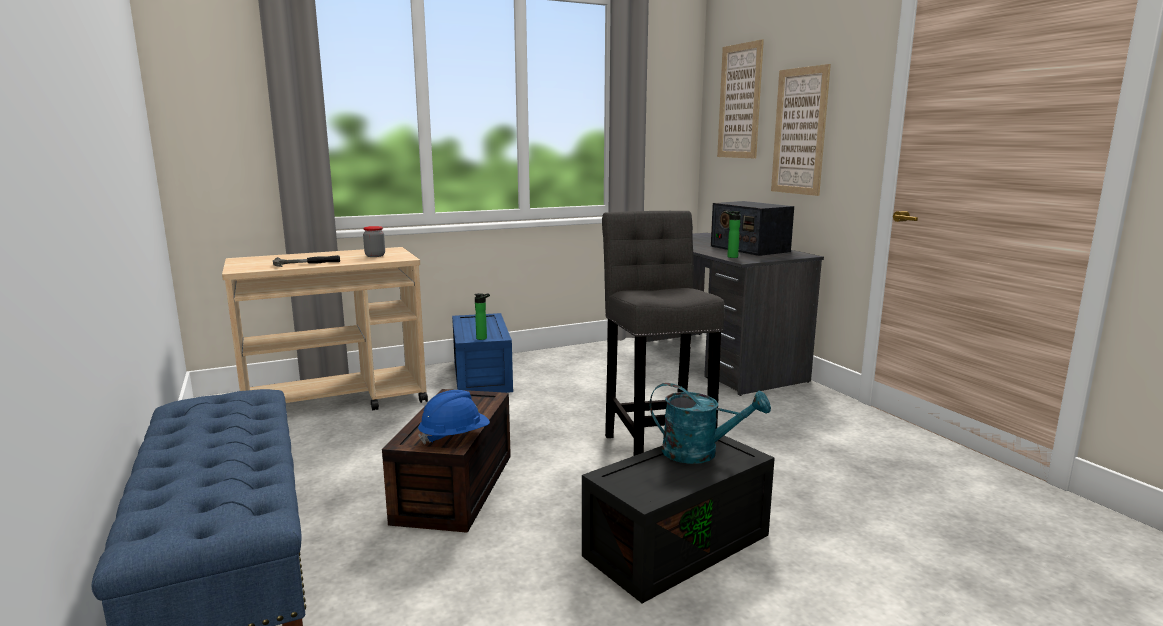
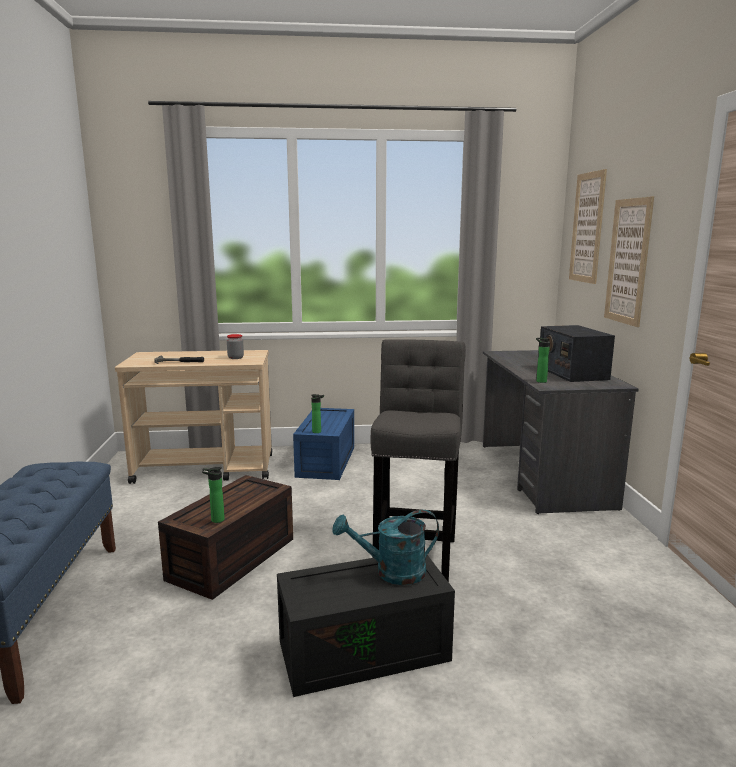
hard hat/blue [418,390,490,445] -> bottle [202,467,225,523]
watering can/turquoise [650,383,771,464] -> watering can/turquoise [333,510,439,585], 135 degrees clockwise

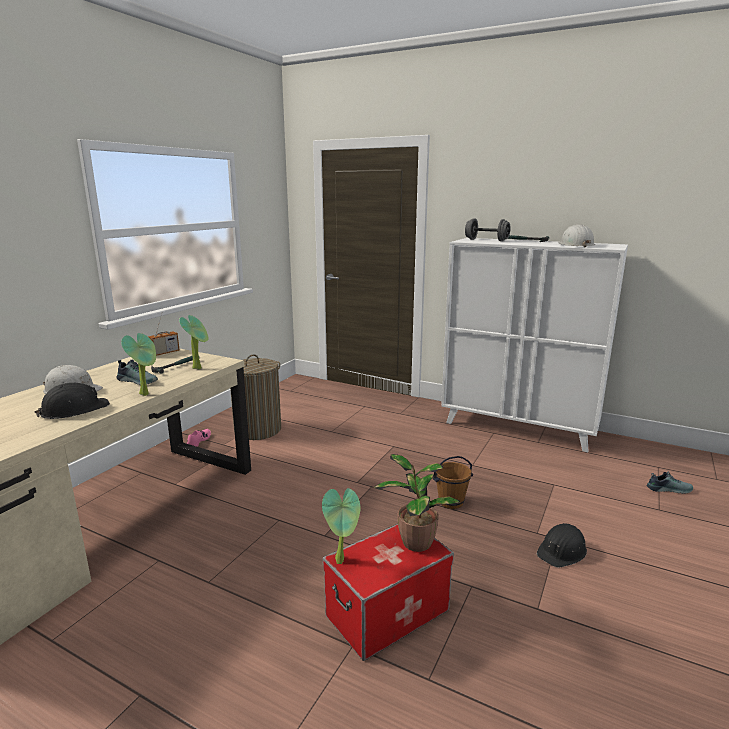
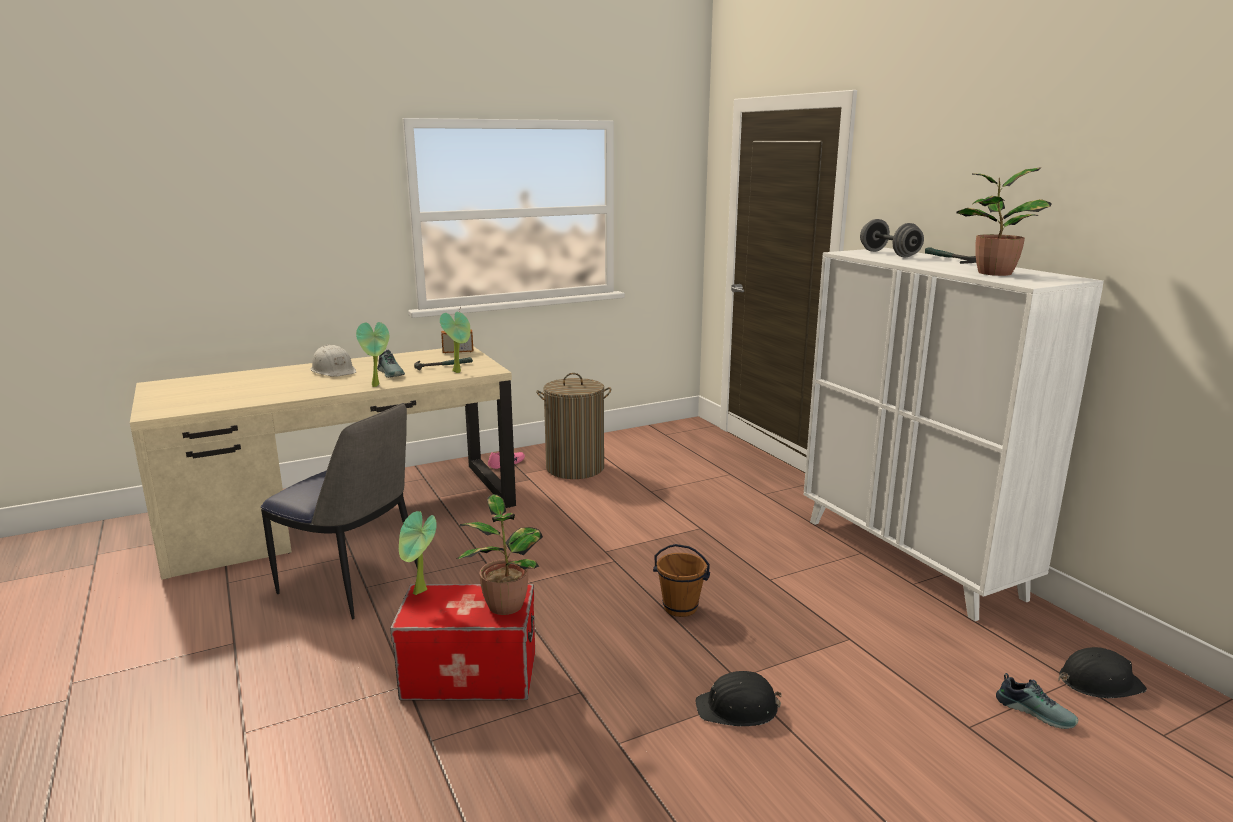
hard hat/black [34,383,110,419] -> hard hat/black [1059,647,1147,698], shifted
hard hat/white [558,224,595,247] -> potted plant [957,167,1052,276]
none -> chair [261,403,418,619]

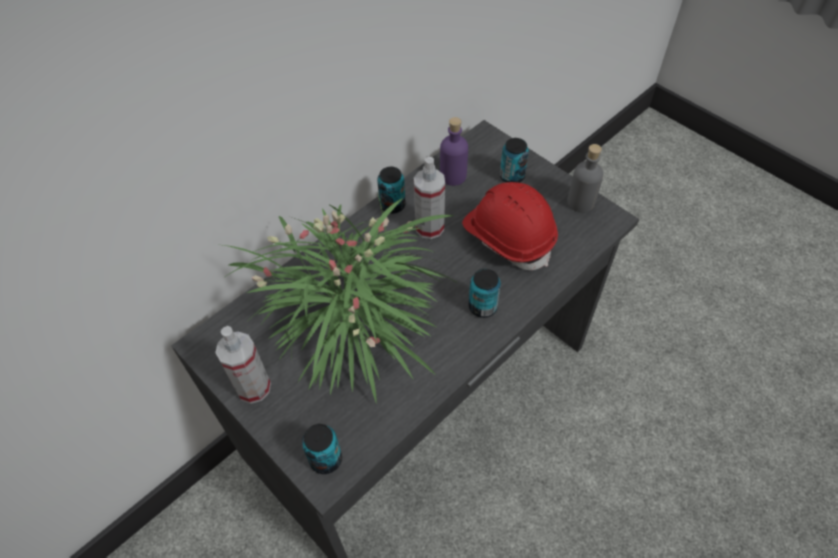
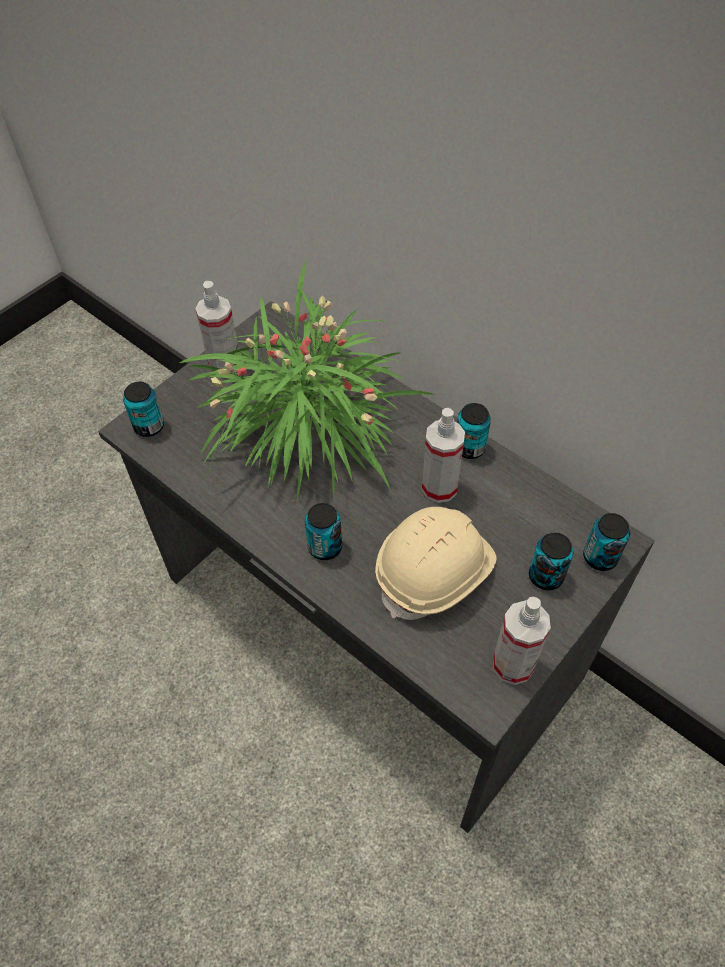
bottle/purple [440,117,468,186] -> none
hard hat/red [462,182,558,270] -> hard hat/beige [375,507,496,620]
bottle/grey [567,144,604,212] -> spray bottle [493,597,551,685]
none -> can [583,513,630,571]

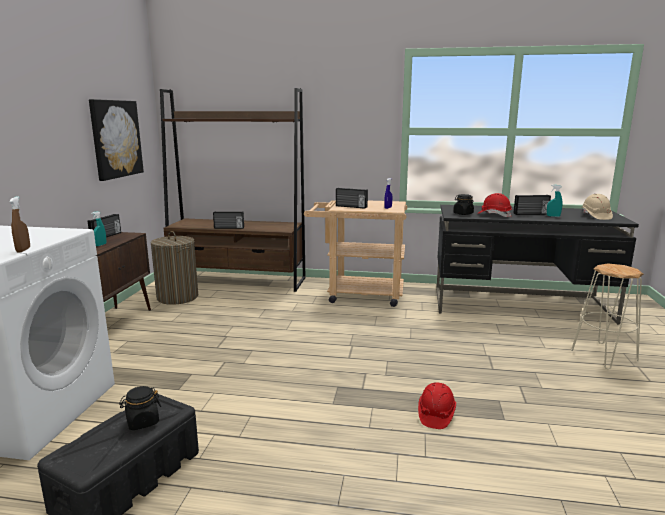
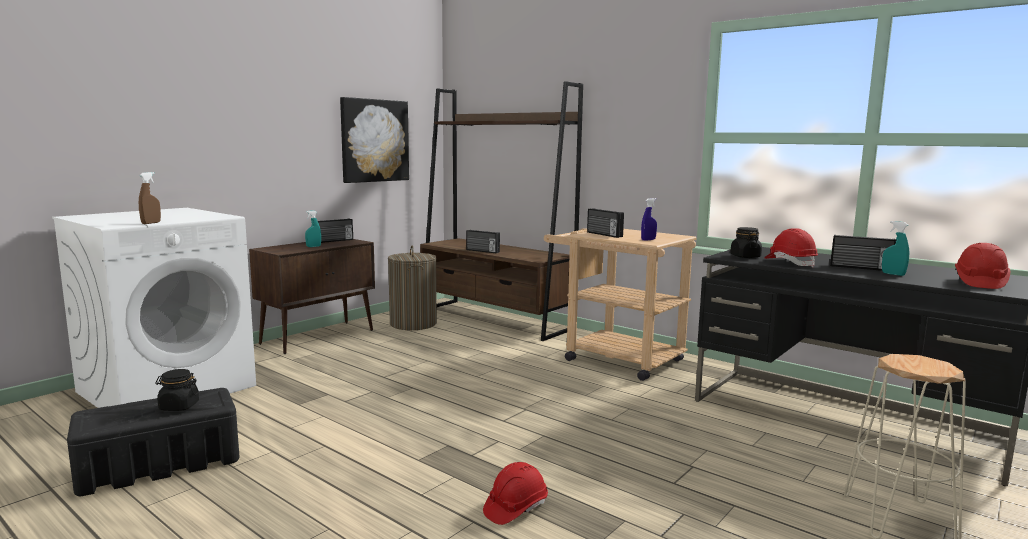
hard hat/beige [581,194,613,220] -> hard hat/red [955,243,1010,289]

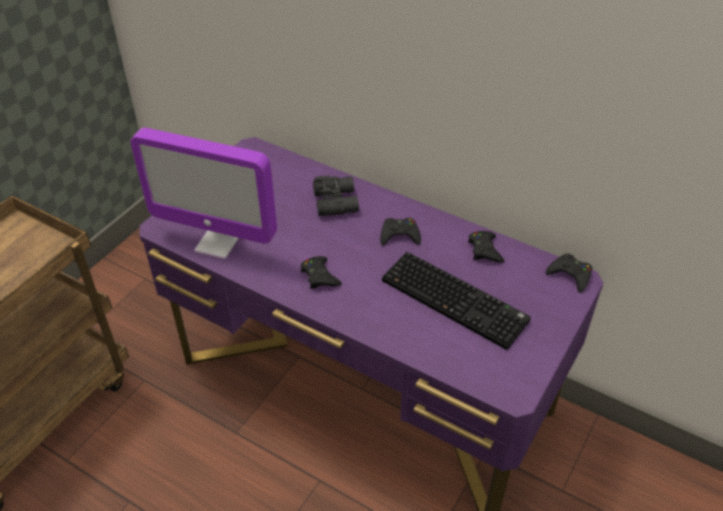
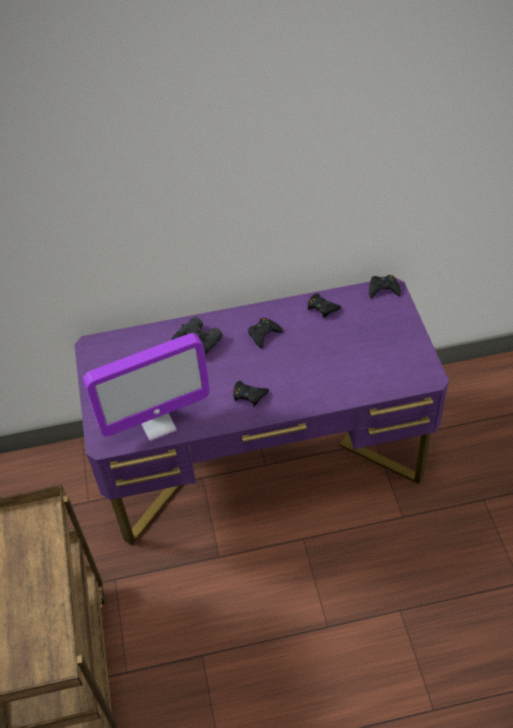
keyboard [382,252,531,350] -> none

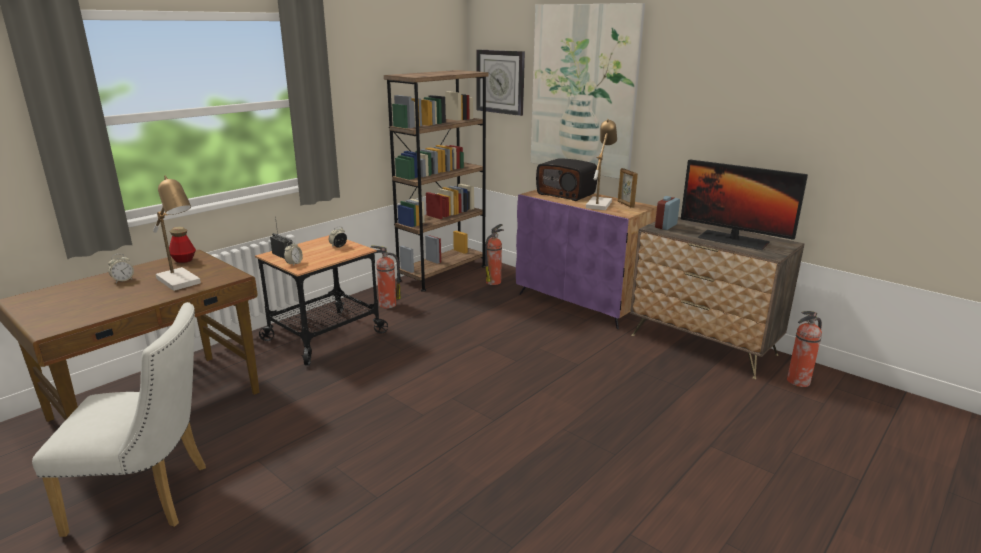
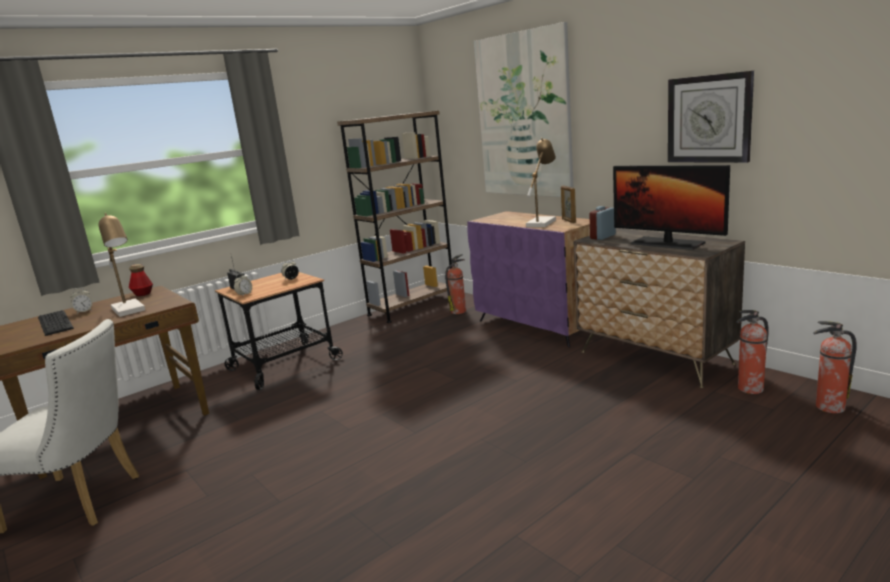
fire extinguisher [371,246,401,309] -> fire extinguisher [813,321,857,413], shifted
wall clock [476,50,525,116] -> wall clock [668,71,754,163], shifted
radio [536,159,597,201] -> none
none -> keyboard [38,310,74,336]

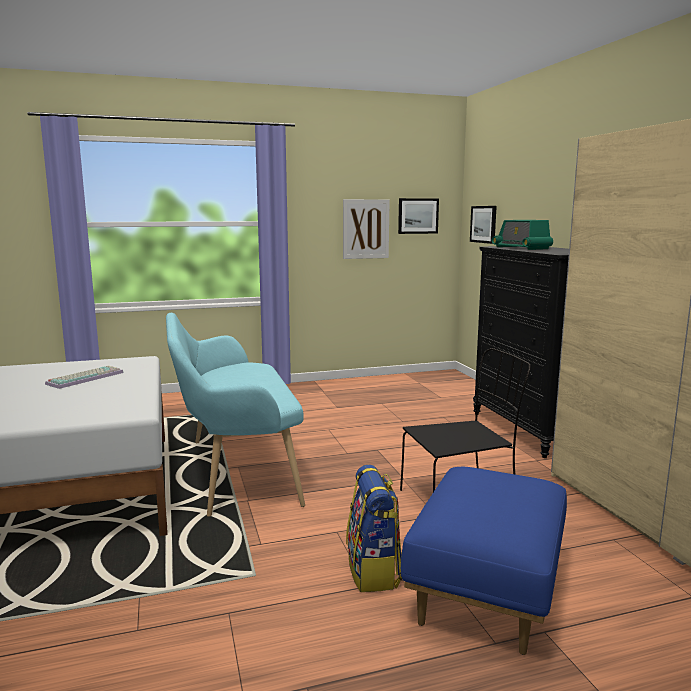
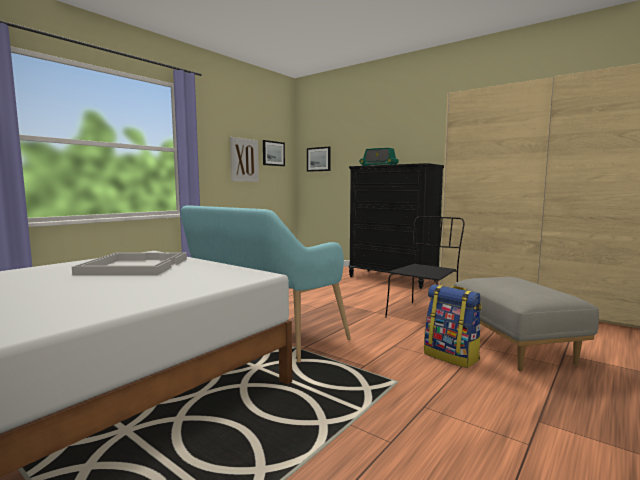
keyboard [45,366,124,389] -> tray/white [72,253,187,275]
ottoman/blue [401,467,567,655] -> ottoman/grey [454,277,599,372]

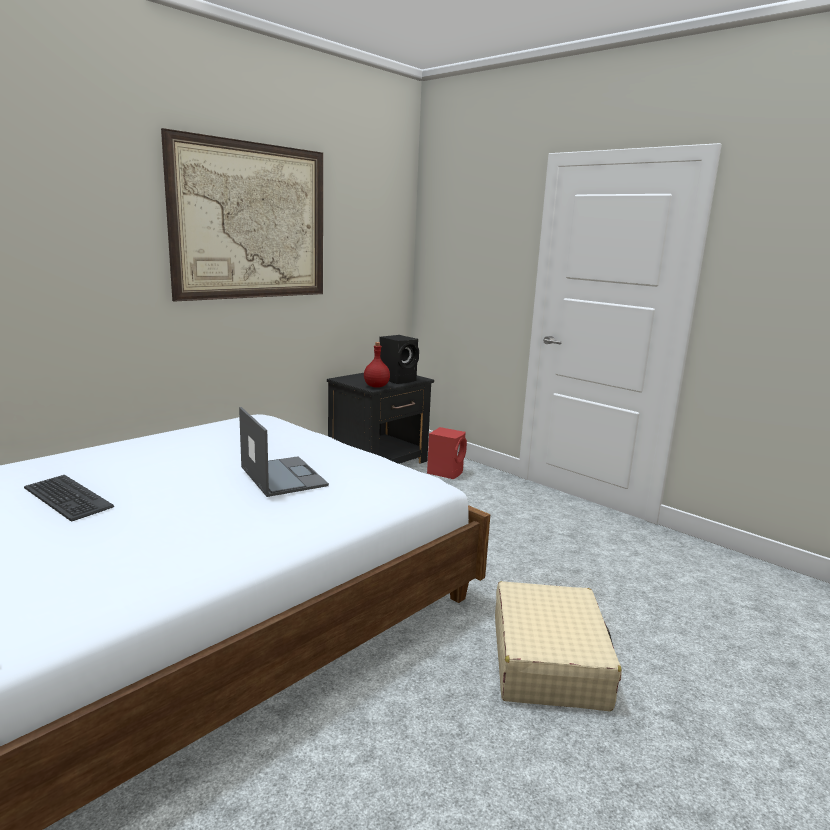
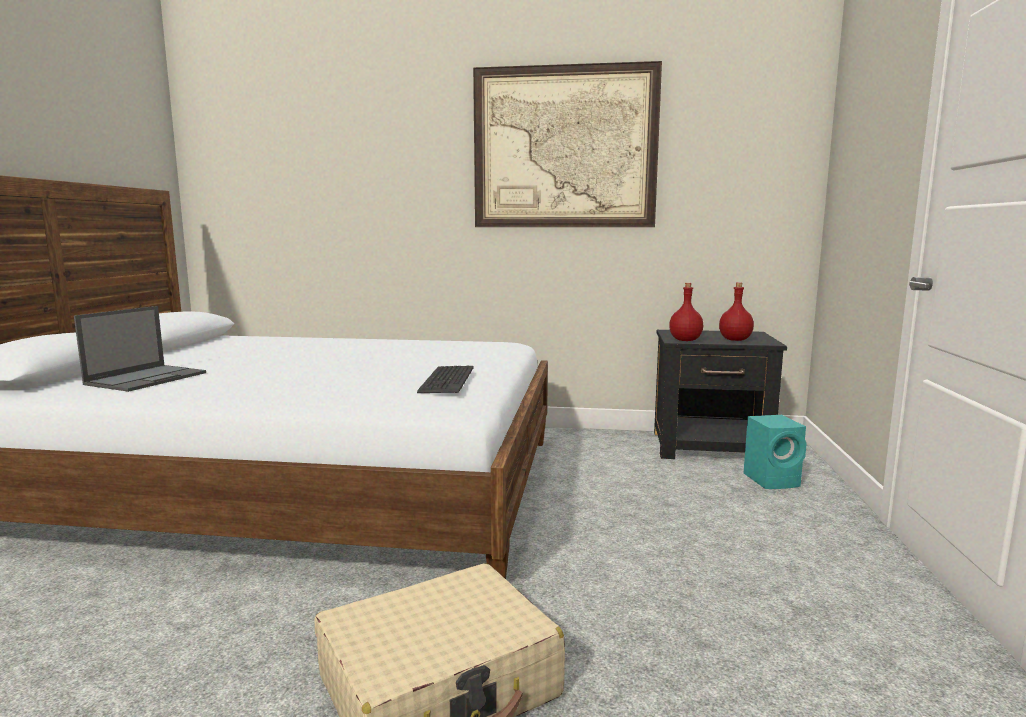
keyboard [24,475,114,522] -> keyboard [417,366,474,393], shifted
laptop [239,407,329,497] -> laptop [74,306,206,392], shifted
speaker/black [379,335,419,384] -> bottle/red [719,282,754,341]
speaker/red [427,427,467,479] -> speaker/turquoise [744,415,806,489]

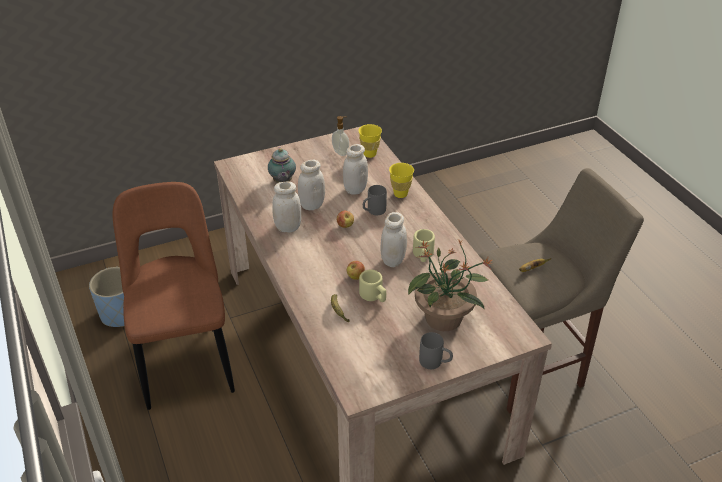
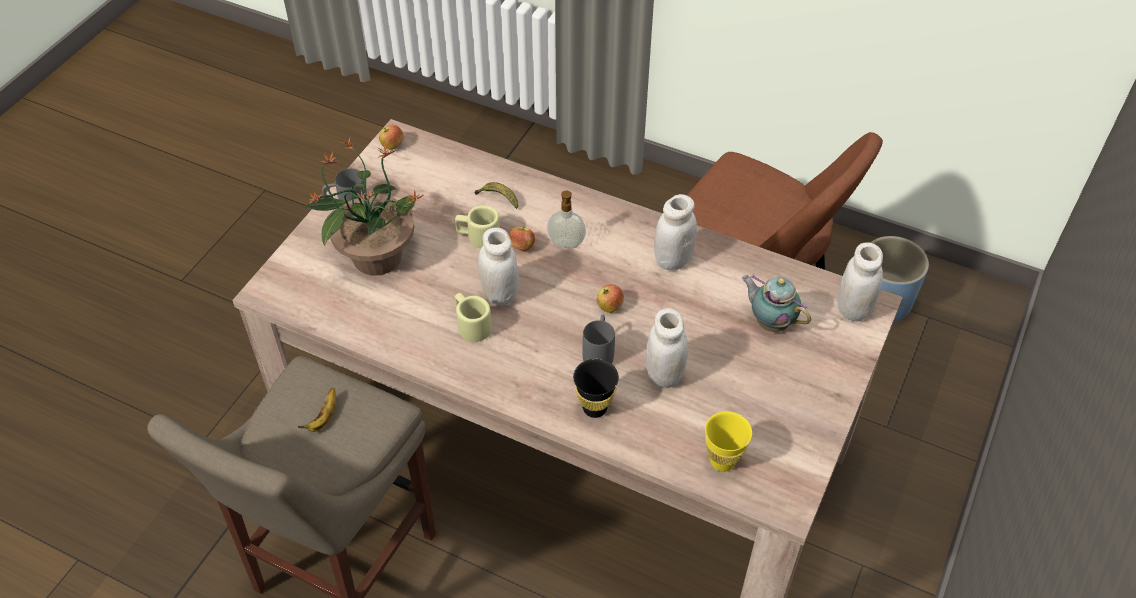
jar/white [298,160,325,210] -> jar/white [838,242,883,321], shifted
soap dispenser [332,116,349,156] -> soap dispenser [547,191,586,248], shifted
cup/yellow [389,163,414,198] -> cup/black [573,359,619,418]
none -> apple [379,125,403,150]

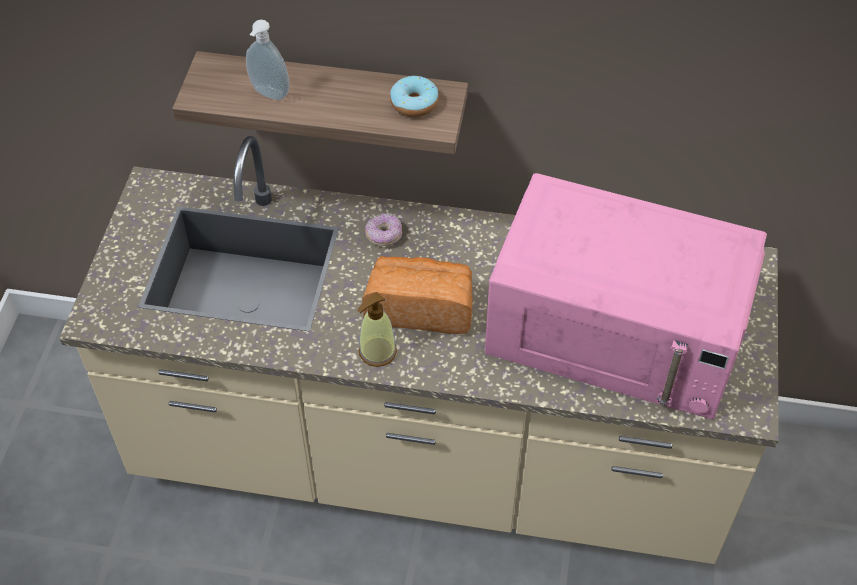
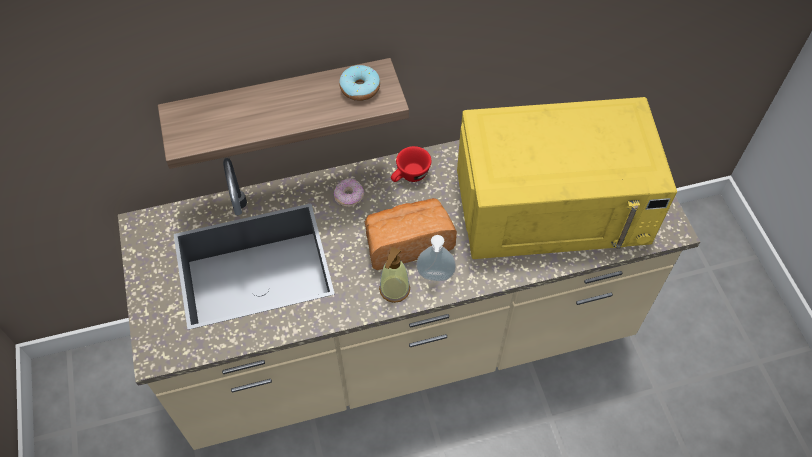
soap dispenser [246,20,290,100] -> soap dispenser [416,235,456,281], shifted
microwave/pink [485,173,767,420] -> microwave/yellow [457,97,677,259]
none -> cup/red [391,146,431,182]

